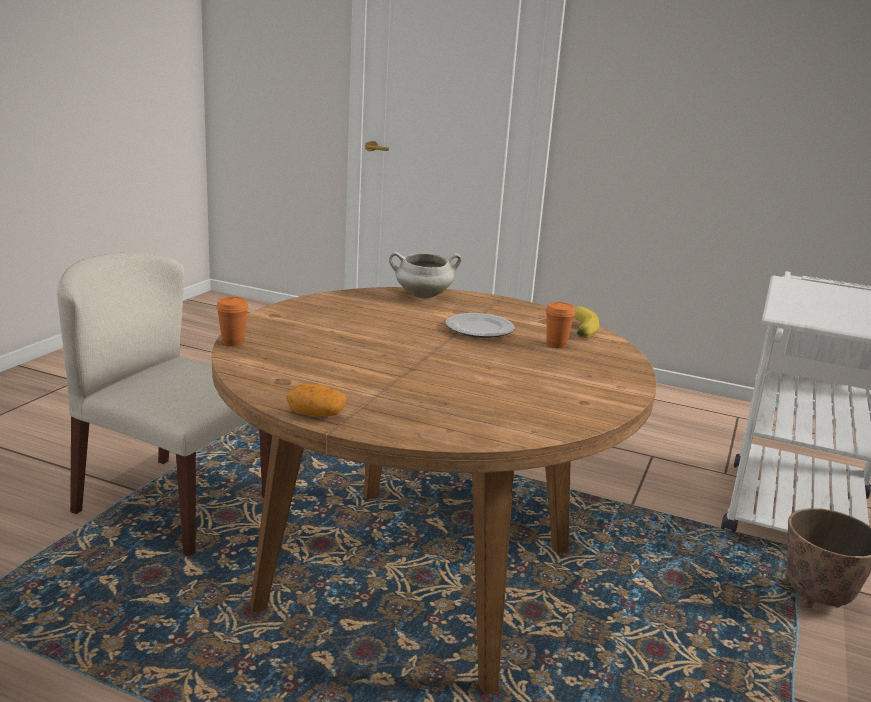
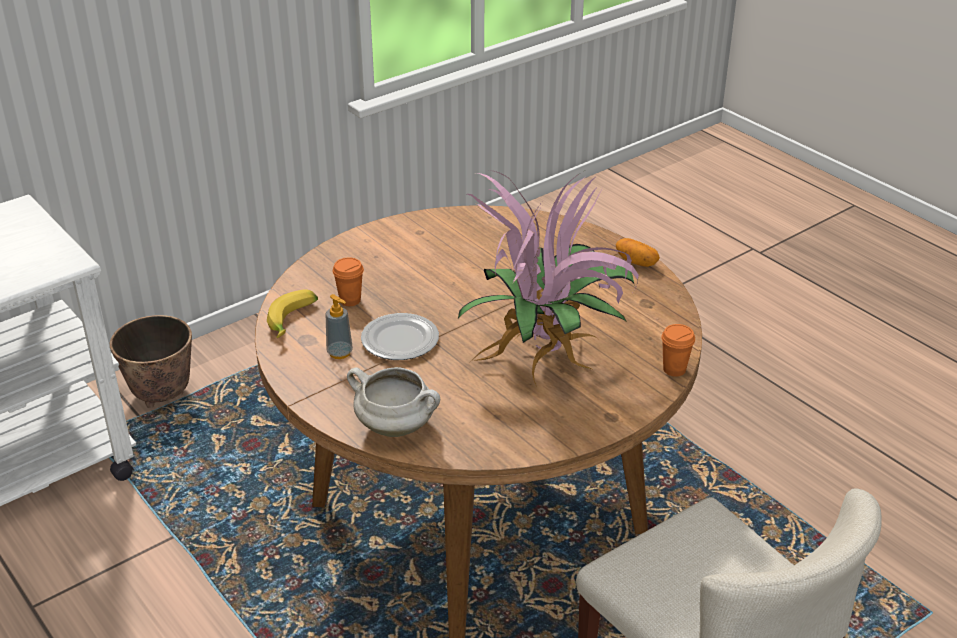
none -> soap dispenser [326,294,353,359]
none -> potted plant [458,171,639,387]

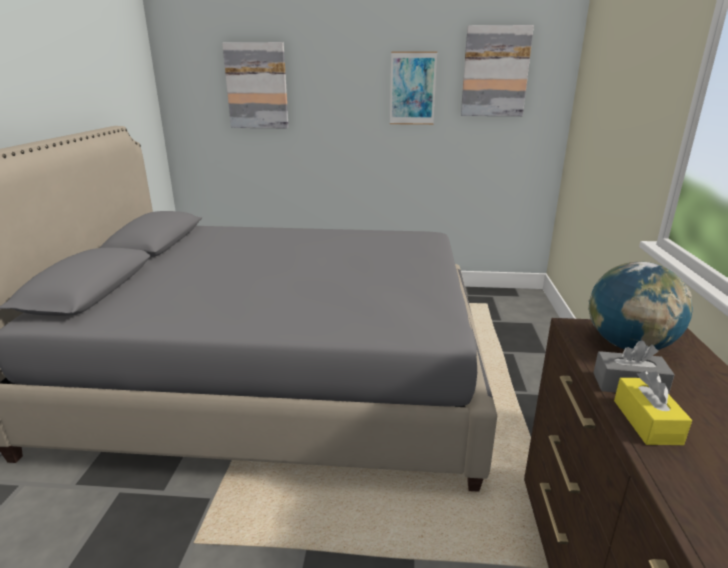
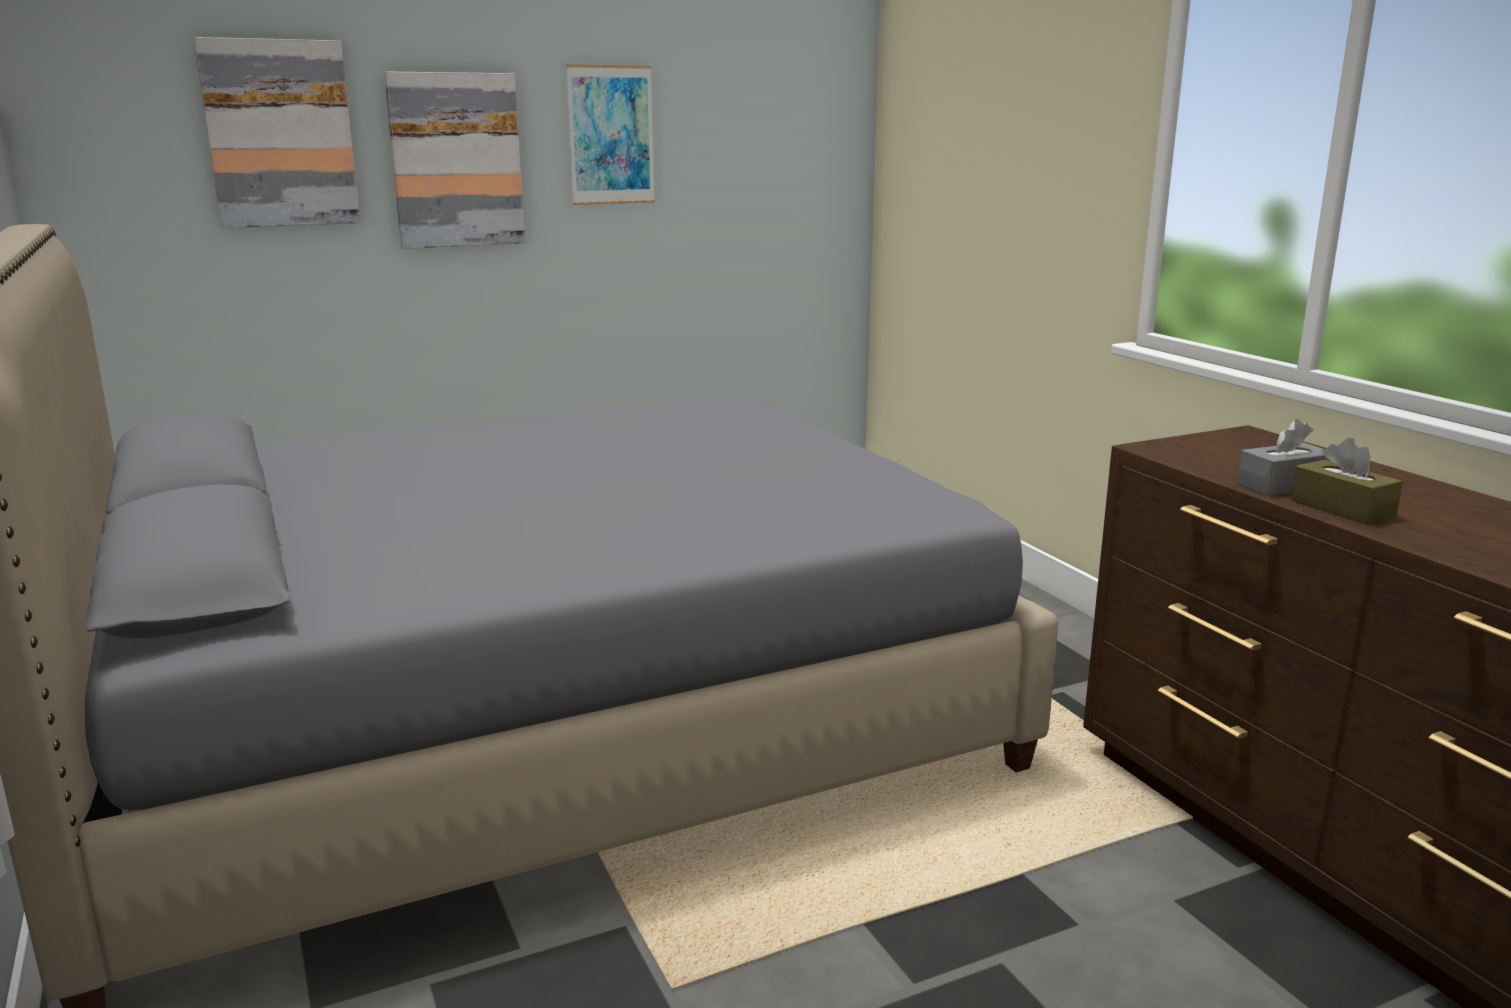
picture [461,25,534,116] -> picture [384,71,525,249], shifted
globe [588,261,693,350] -> none
tissue box/yellow [614,371,692,445] -> tissue box/brown [1291,438,1403,525]

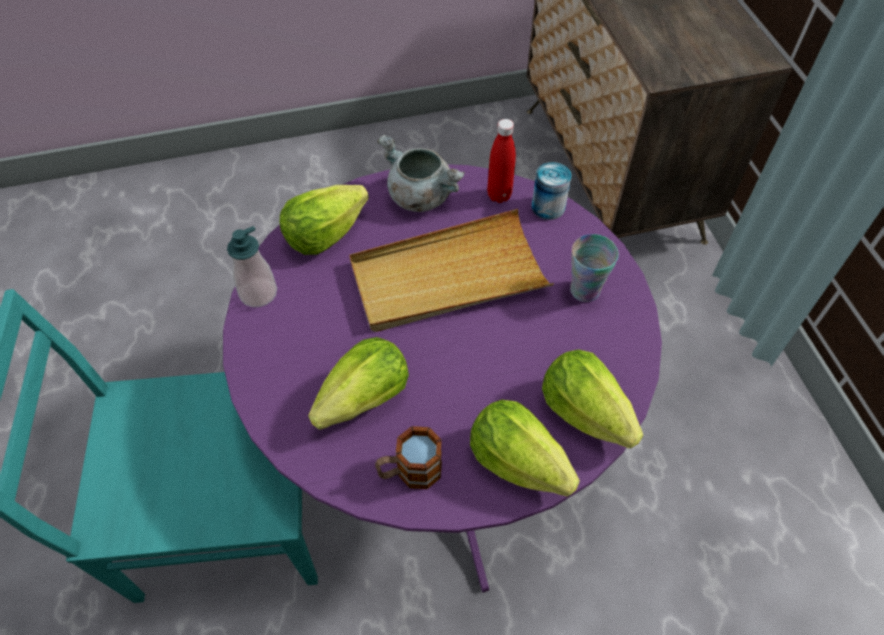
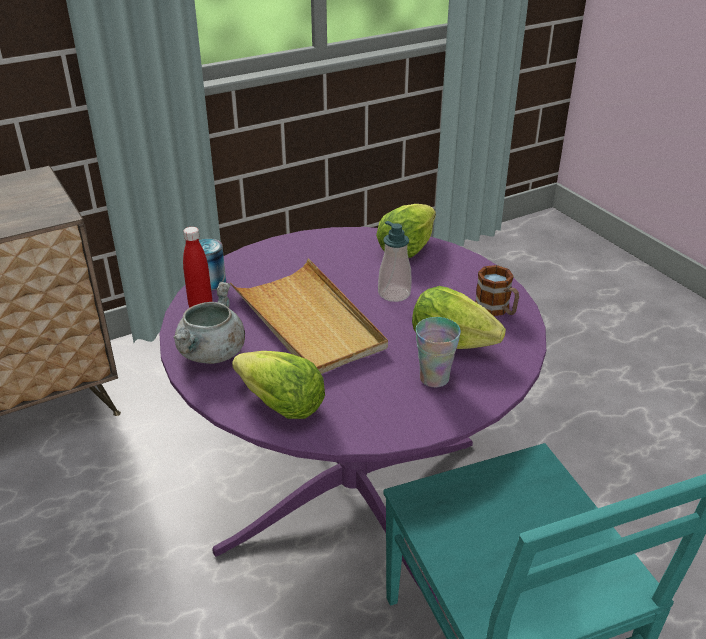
soap dispenser [227,226,277,307] -> soap dispenser [378,221,412,302], shifted
lettuce [470,400,580,497] -> none
cup [570,234,619,302] -> cup [416,317,461,387], shifted

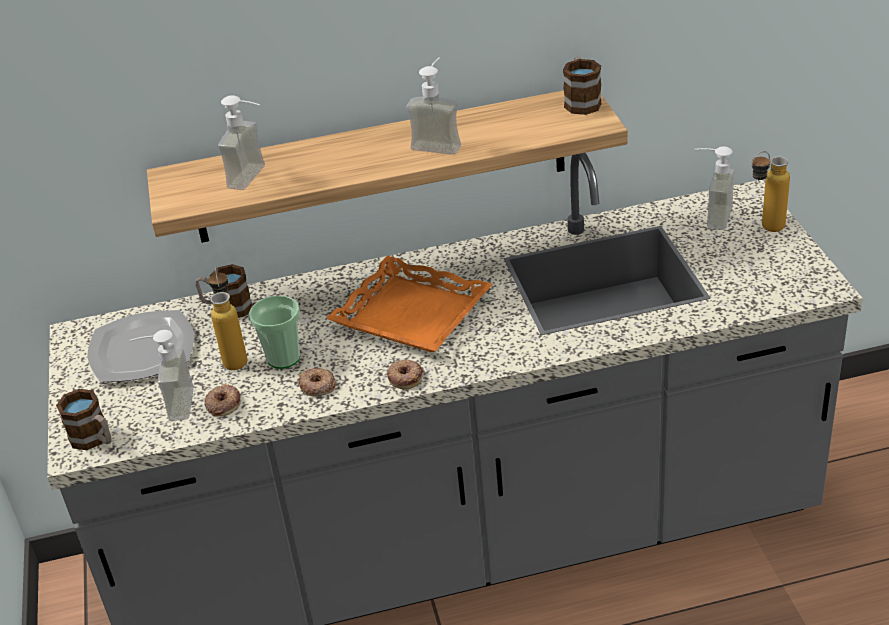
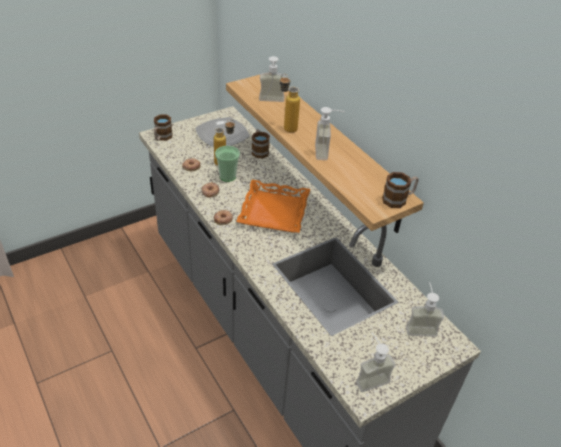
soap dispenser [130,330,194,421] -> soap dispenser [356,332,396,392], shifted
bottle [752,151,790,232] -> bottle [280,74,300,133], shifted

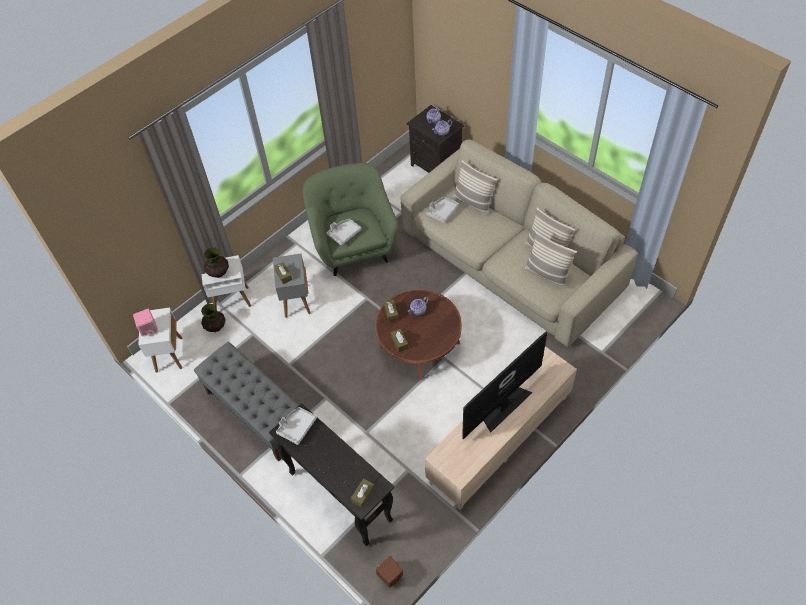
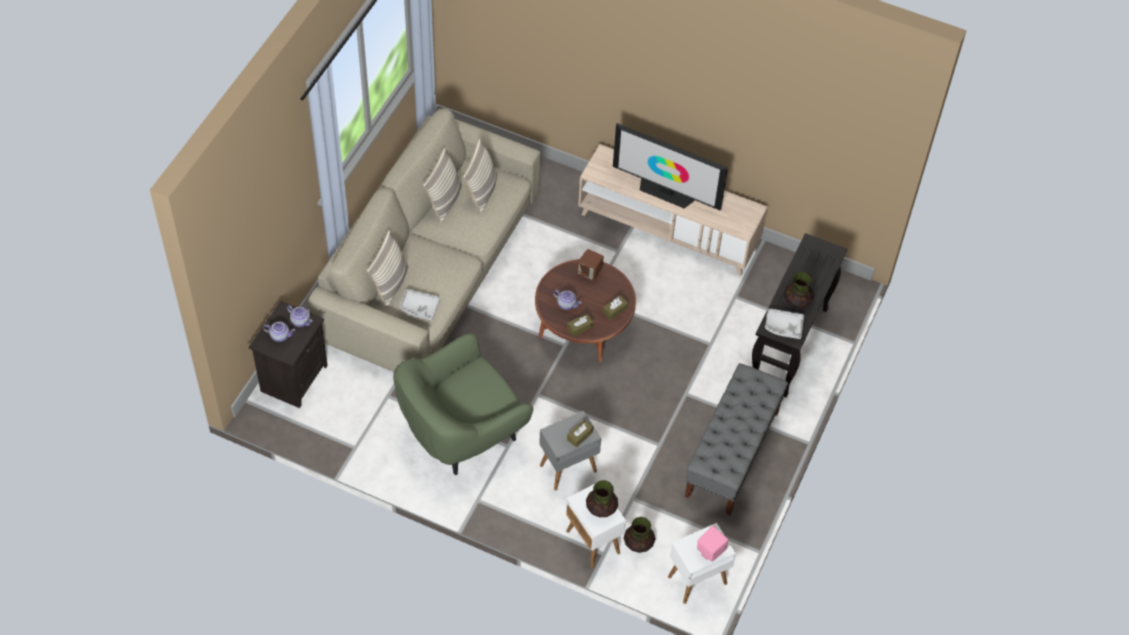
tray/grey [327,219,362,246] -> none
tissue box/brown [351,478,375,508] -> none
speaker/brown [376,556,403,588] -> speaker/brown [577,249,604,281], shifted
none -> vase [783,272,815,309]

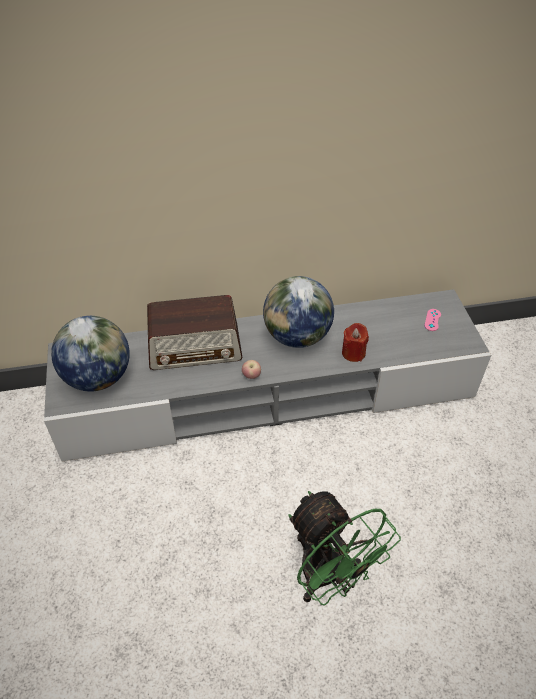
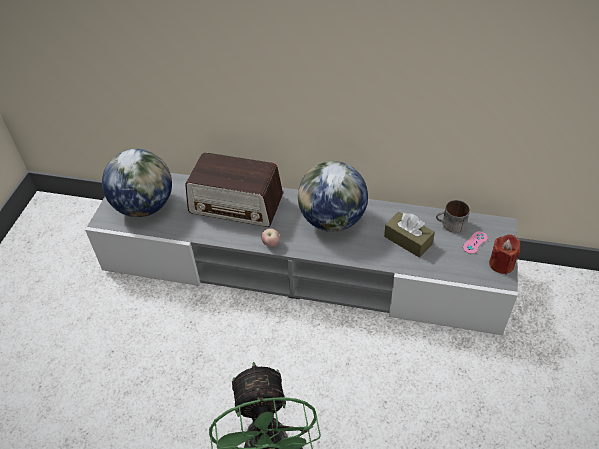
candle/red [342,323,369,362] -> candle/red [489,234,520,274], shifted
none -> tissue box/brown [384,212,435,258]
none -> mug [436,200,470,233]

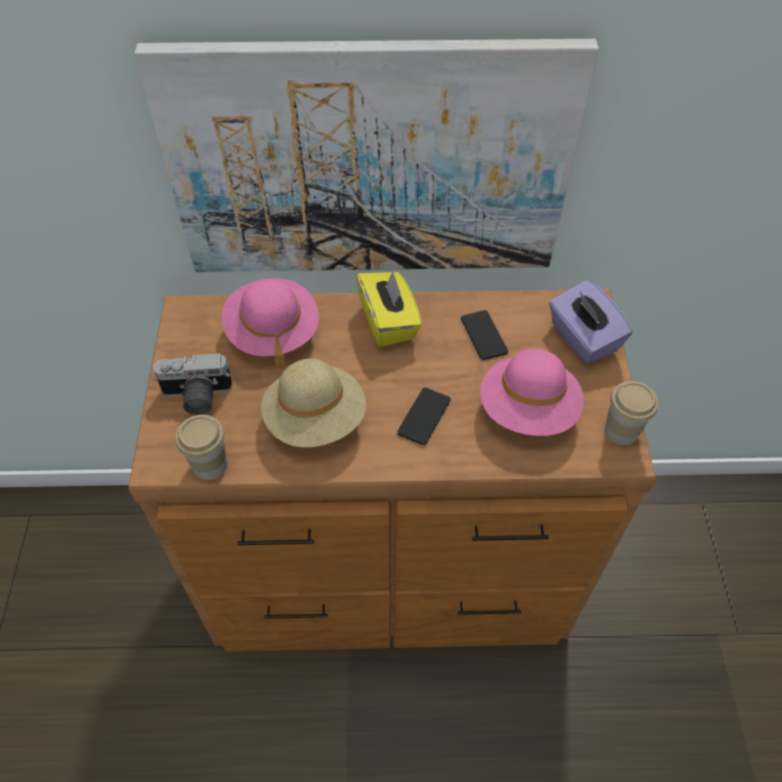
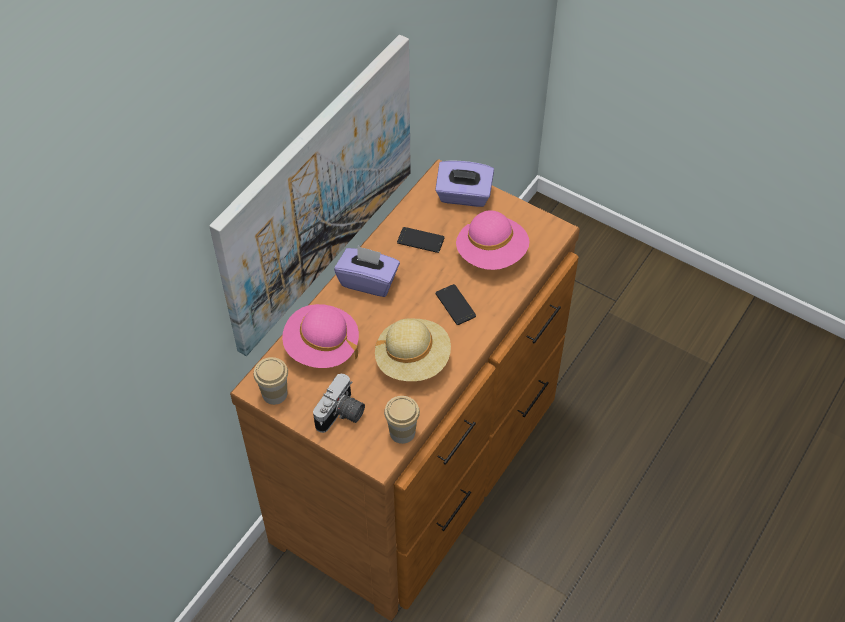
tissue box/yellow [356,270,422,347] -> tissue box/purple [334,245,400,297]
cup [605,381,658,446] -> cup [254,357,288,405], shifted

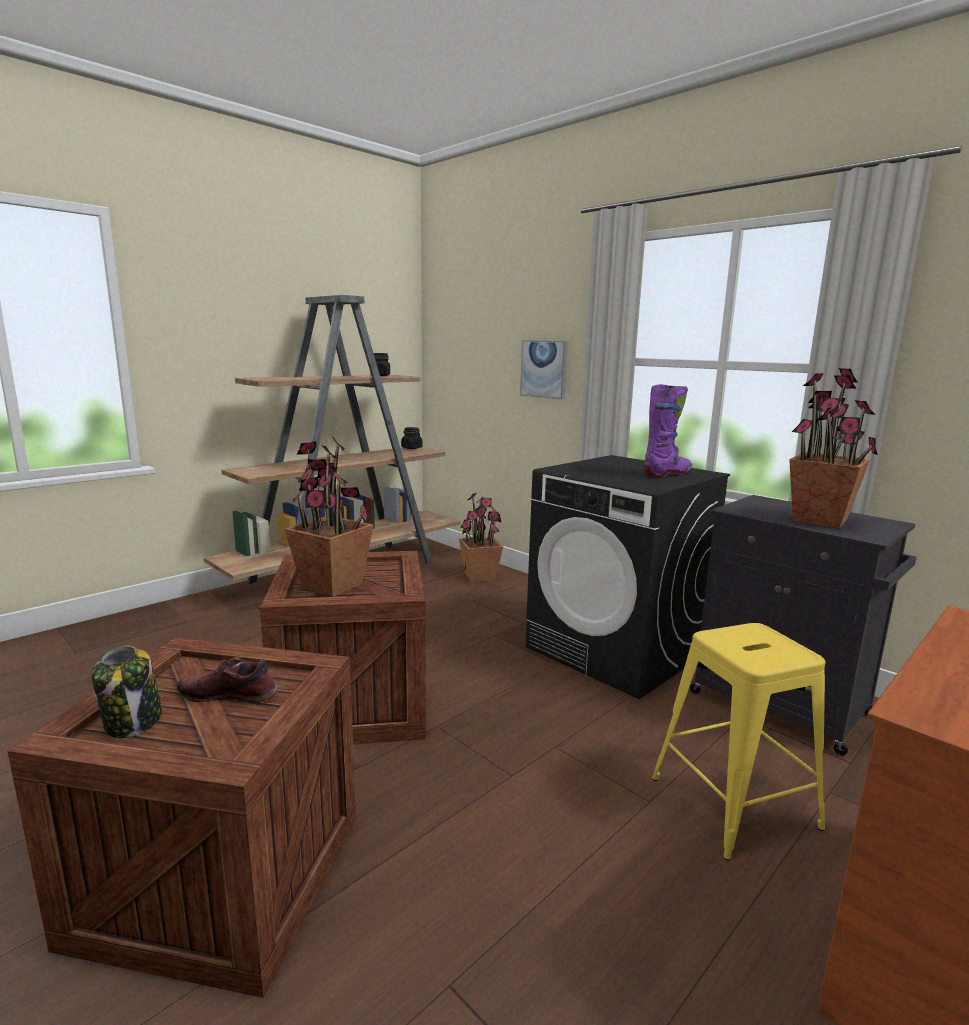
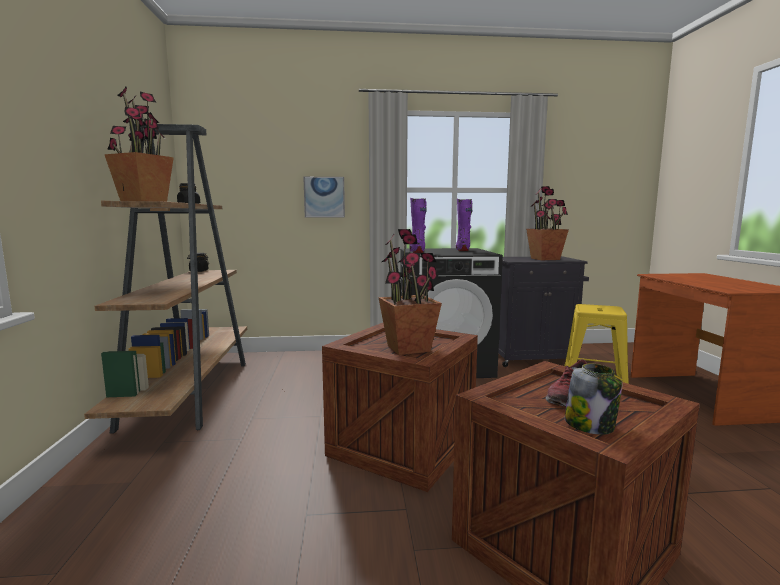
potted plant [459,492,503,582] -> potted plant [104,87,174,202], shifted
none -> boot/purple [409,198,427,253]

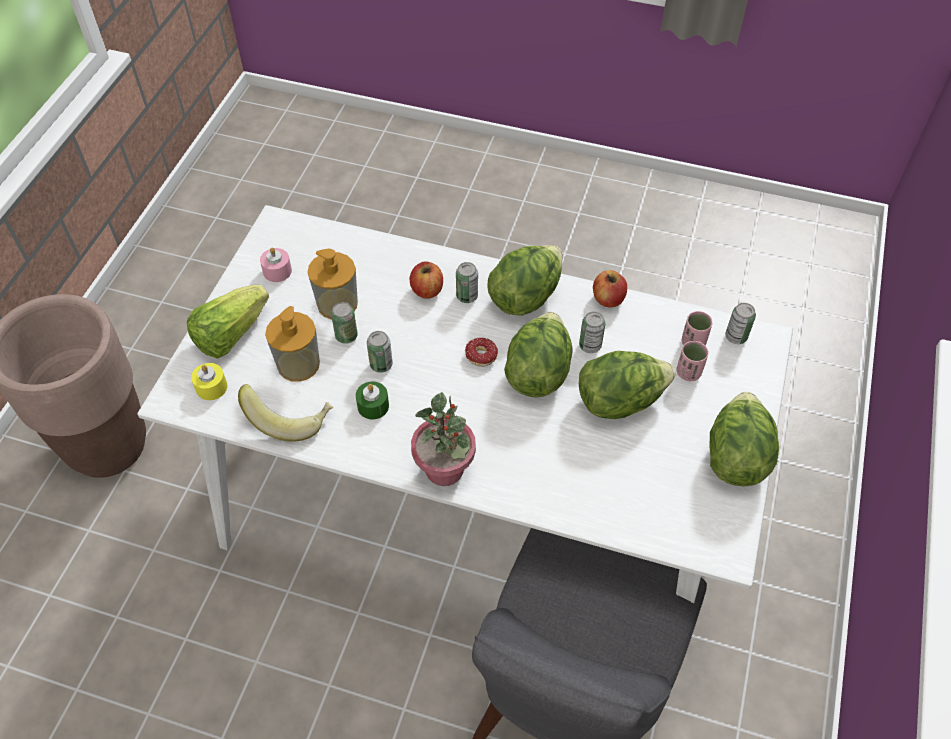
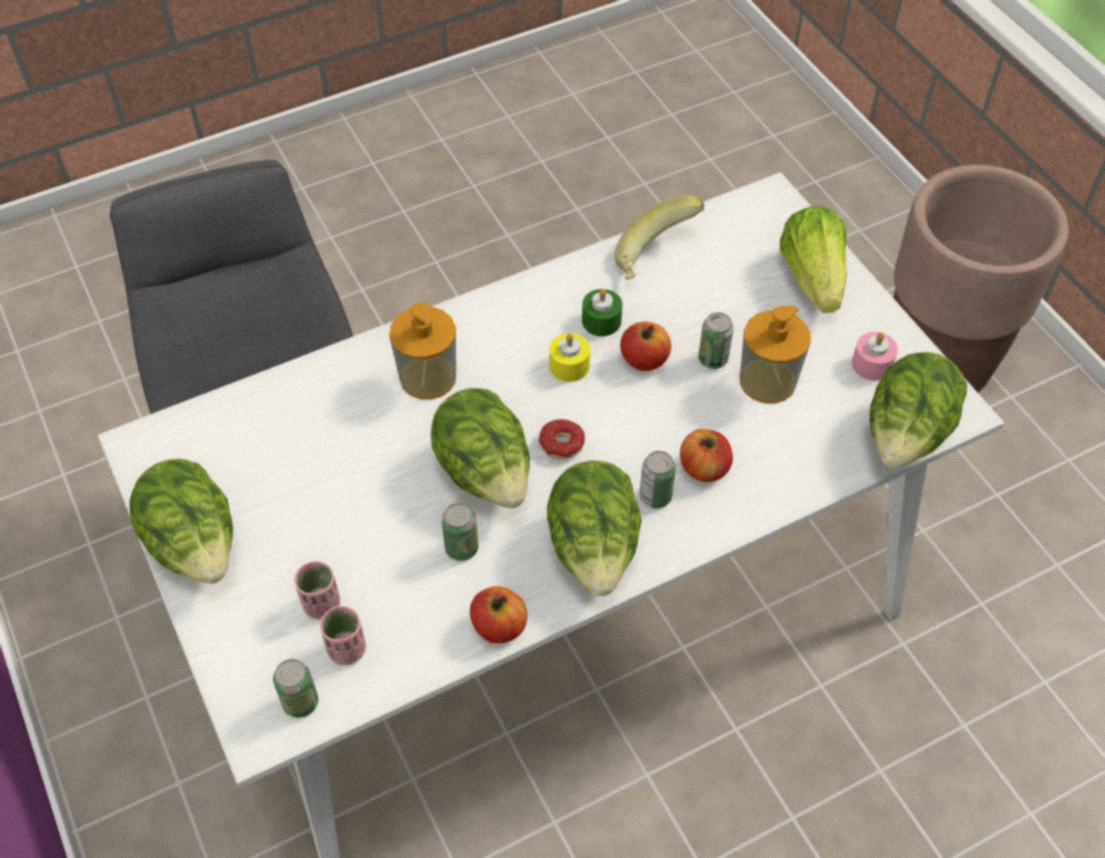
candle/yellow [191,363,227,400] -> candle/yellow [549,333,590,382], shifted
soap dispenser [265,306,320,382] -> soap dispenser [389,302,456,400], shifted
can [367,331,393,373] -> apple [620,321,671,371]
potted plant [411,392,476,486] -> none
lettuce [579,351,676,419] -> lettuce [869,352,967,468], shifted

